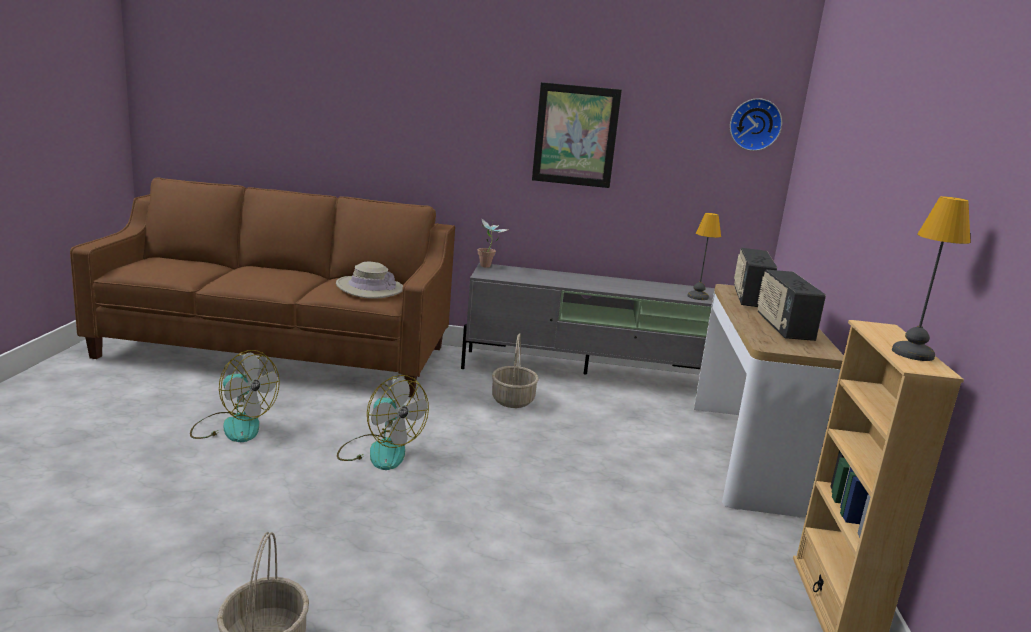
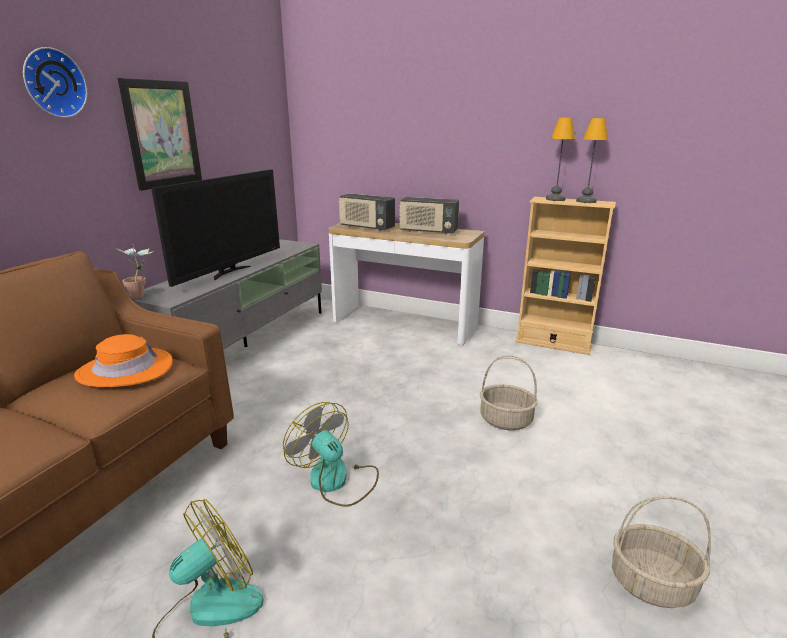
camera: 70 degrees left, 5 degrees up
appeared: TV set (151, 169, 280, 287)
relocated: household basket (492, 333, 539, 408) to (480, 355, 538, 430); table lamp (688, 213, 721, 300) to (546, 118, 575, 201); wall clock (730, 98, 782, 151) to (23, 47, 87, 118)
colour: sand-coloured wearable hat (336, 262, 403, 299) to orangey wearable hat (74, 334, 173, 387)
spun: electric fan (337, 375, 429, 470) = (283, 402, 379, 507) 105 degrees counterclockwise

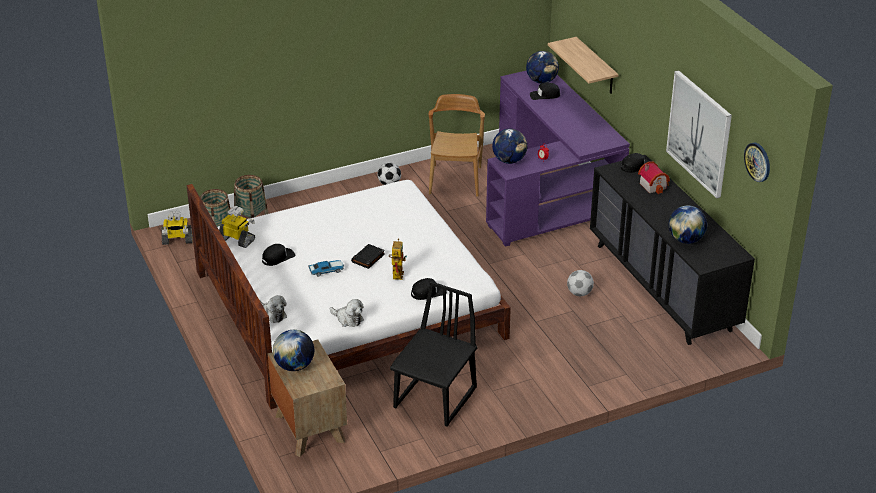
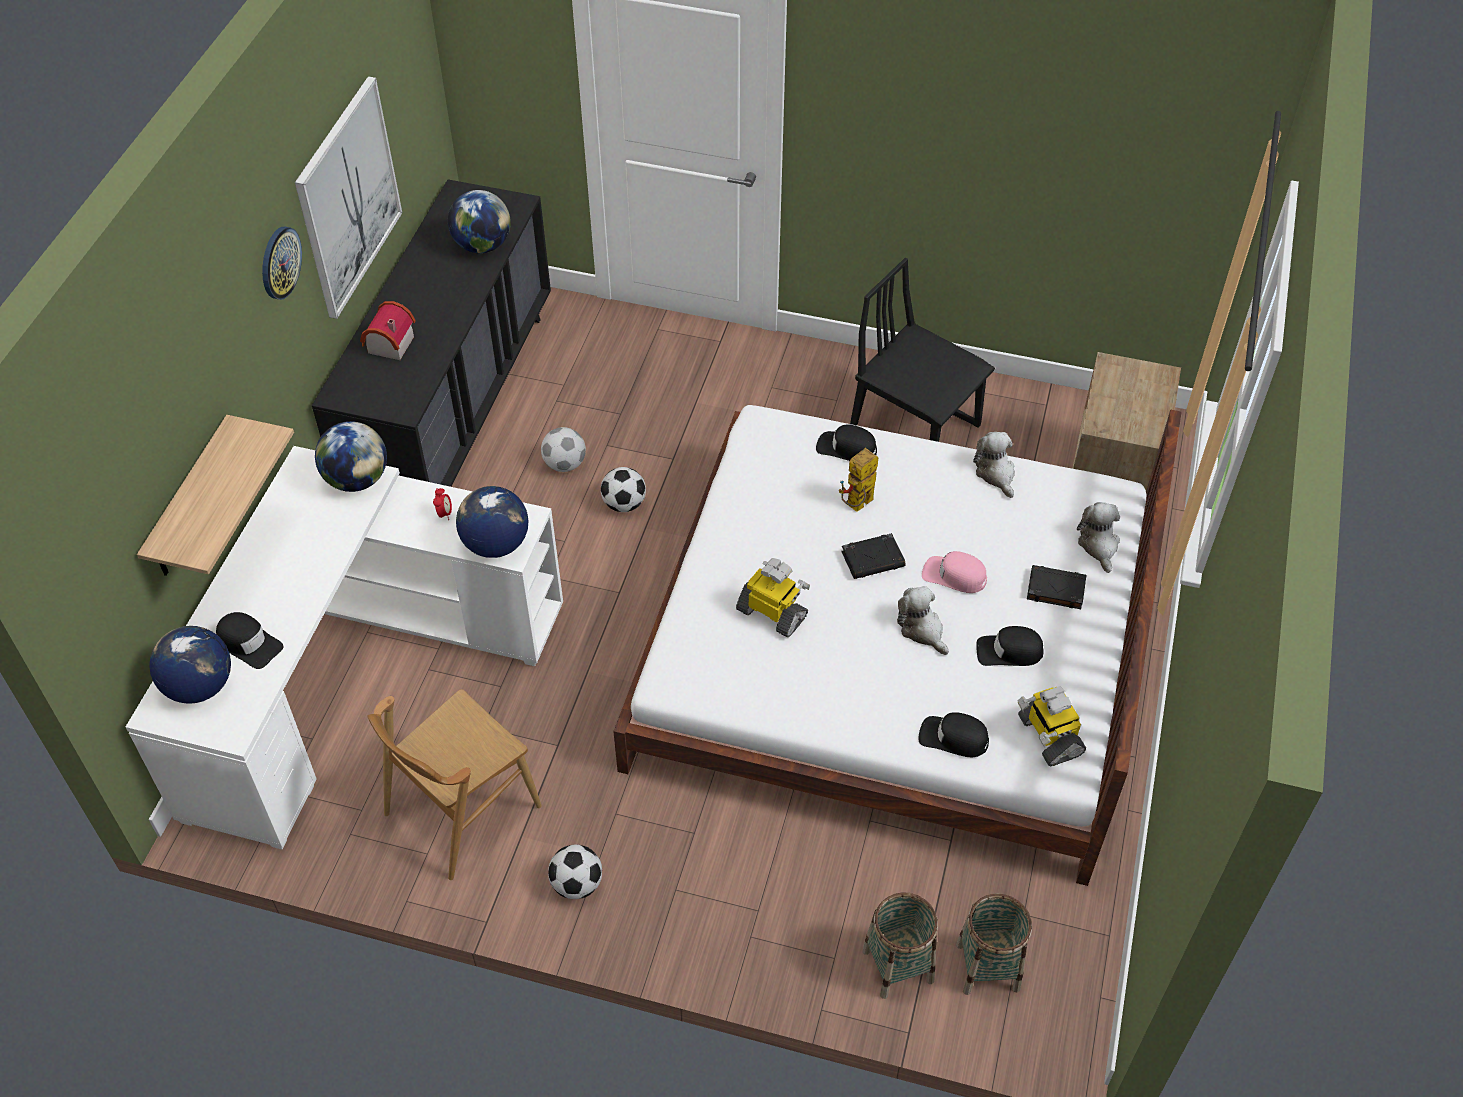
camera: 140 degrees left, 15 degrees up
appeared: football ball (601, 467, 646, 512); cuddly toy (897, 586, 949, 655); black-coloured volume (1027, 565, 1086, 609)
relocated: robot figure (161, 211, 193, 245) to (736, 558, 810, 637); world globe (273, 330, 314, 371) to (315, 421, 387, 492); black-coloured baseball cap (621, 153, 649, 173) to (918, 712, 989, 757); wall clock (744, 142, 770, 182) to (262, 227, 302, 300)
exchanged: toy car (308, 260, 344, 277) to pink-coloured baseball cap (922, 551, 987, 593)
colour: purple-coloured desk table (486, 70, 630, 247) to white-coloured desk table (126, 446, 563, 849)
spun: black-coloured chair (390, 282, 477, 427) = (850, 258, 995, 442) 60 degrees clockwise

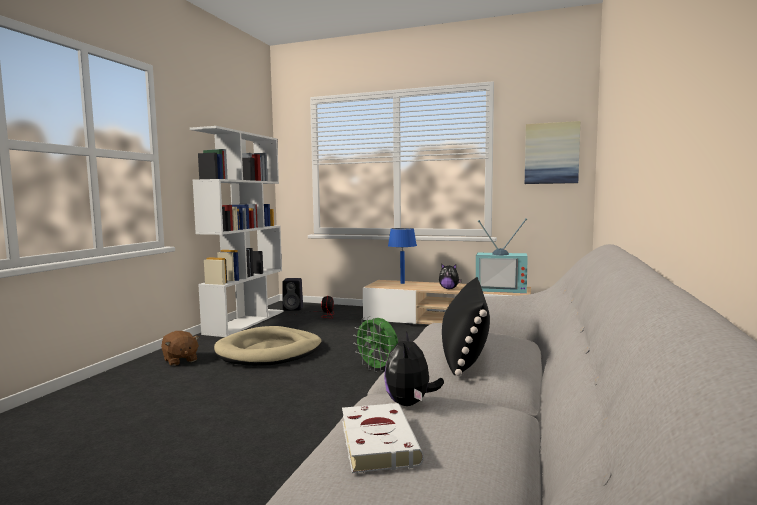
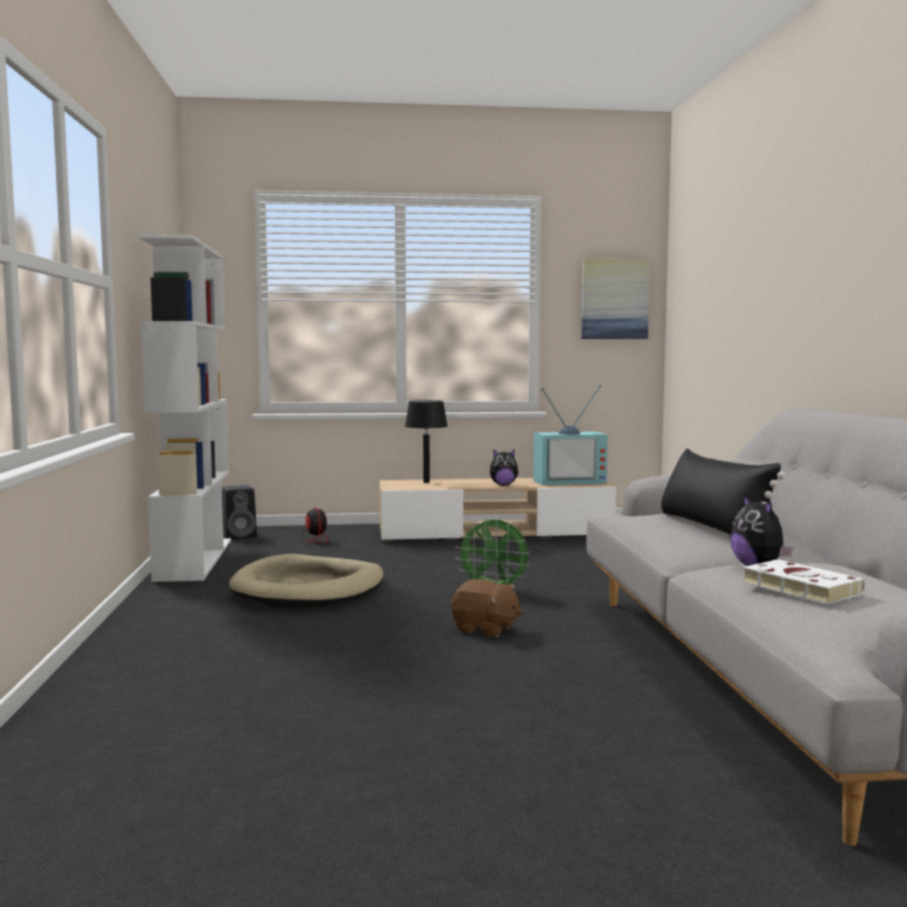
camera: 25 degrees left, 0 degrees up
relocated: brown cuddly toy (161, 331, 200, 366) to (451, 579, 522, 637)
colour: blue-coloured table lamp (388, 228, 417, 284) to black-coloured table lamp (405, 400, 448, 483)

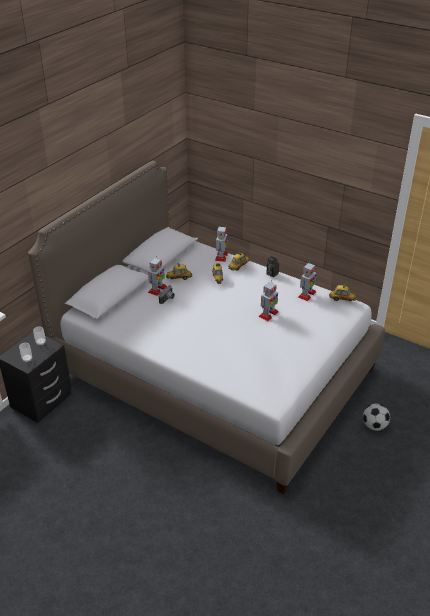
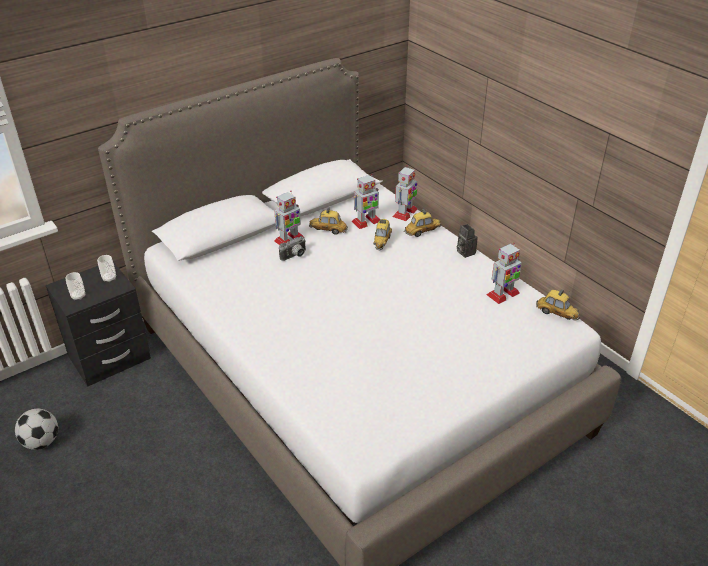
camera: 20 degrees right, 0 degrees up
relocated: robot figure (259, 281, 278, 321) to (351, 174, 380, 229); football ball (363, 403, 390, 431) to (15, 408, 58, 450)

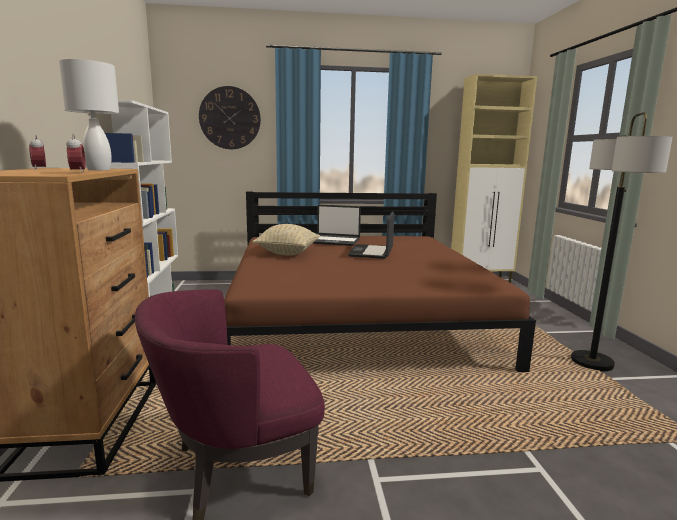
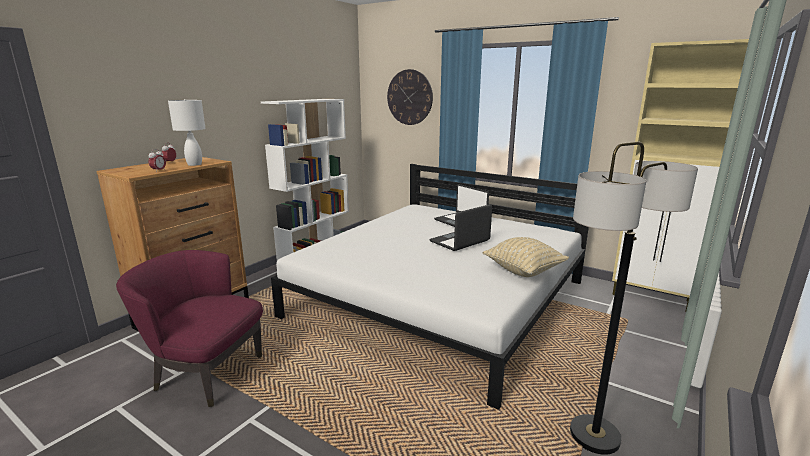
camera: 40 degrees right, 5 degrees up
relocated: sand-coloured cushion (252, 224, 320, 255) to (483, 237, 569, 277)
colour: brown sleeping bed (224, 192, 536, 372) to white-coloured sleeping bed (271, 164, 589, 410)

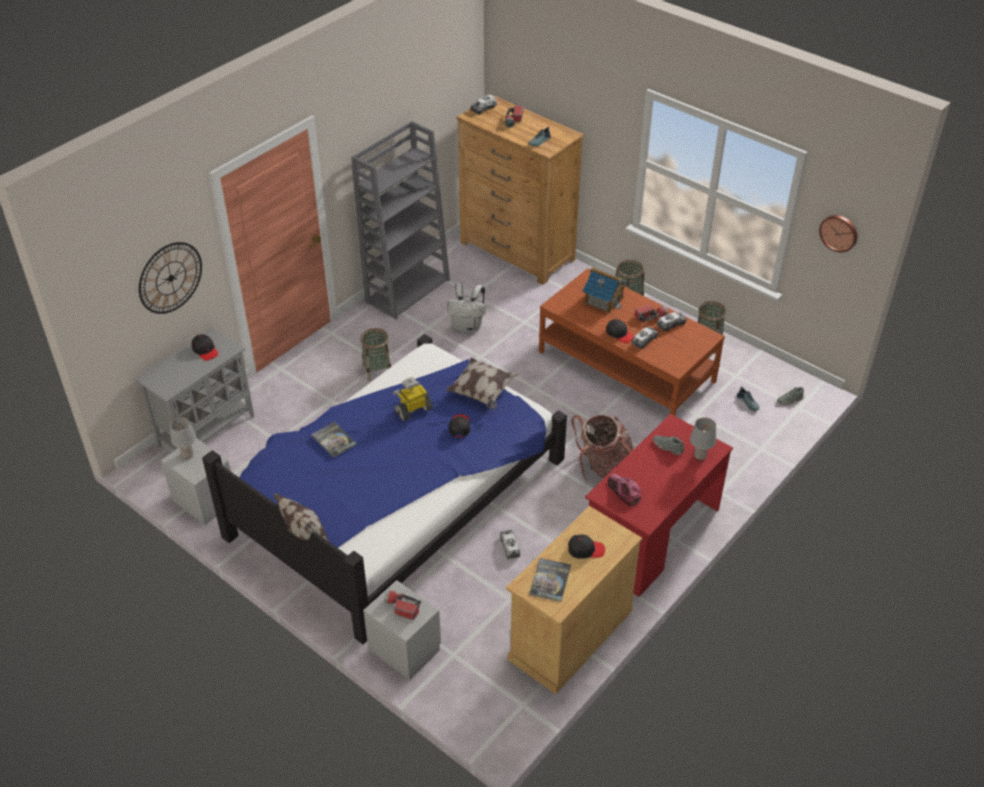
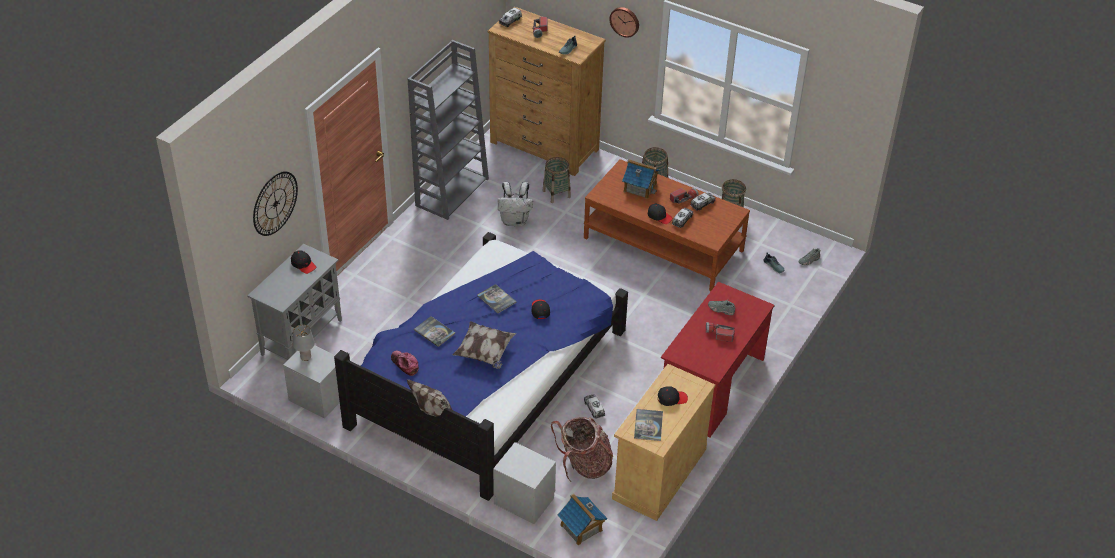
camera: 10 degrees left, 0 degrees up
missing: greyish table lamp (690, 417, 716, 460)
appeared: miniature house (557, 494, 607, 545)
relocated: household basket (360, 328, 391, 381) to (543, 157, 571, 203); hand torch (385, 590, 421, 620) to (706, 322, 735, 342); cushion (446, 358, 518, 409) to (453, 321, 516, 369); knapsack (572, 415, 633, 481) to (551, 417, 613, 482); baseball cap (608, 474, 641, 507) to (391, 350, 419, 376); wall clock (819, 215, 858, 252) to (609, 7, 639, 38)
exchanged: robot figure (393, 377, 433, 421) to volume (477, 284, 517, 313)

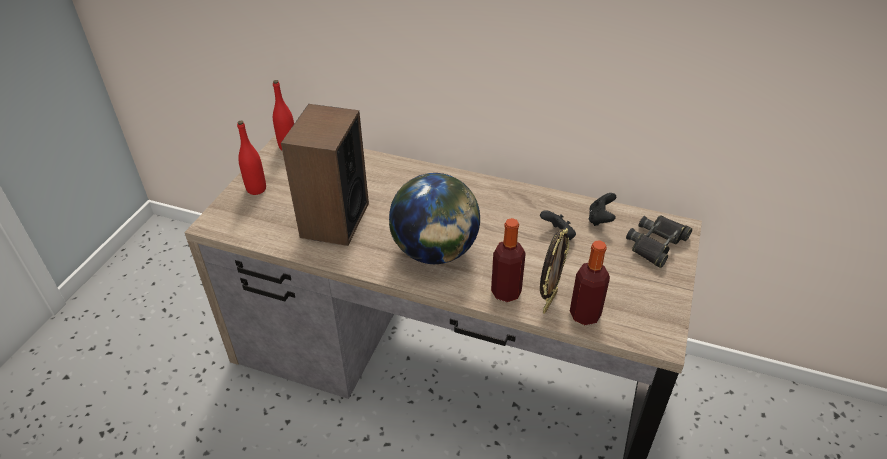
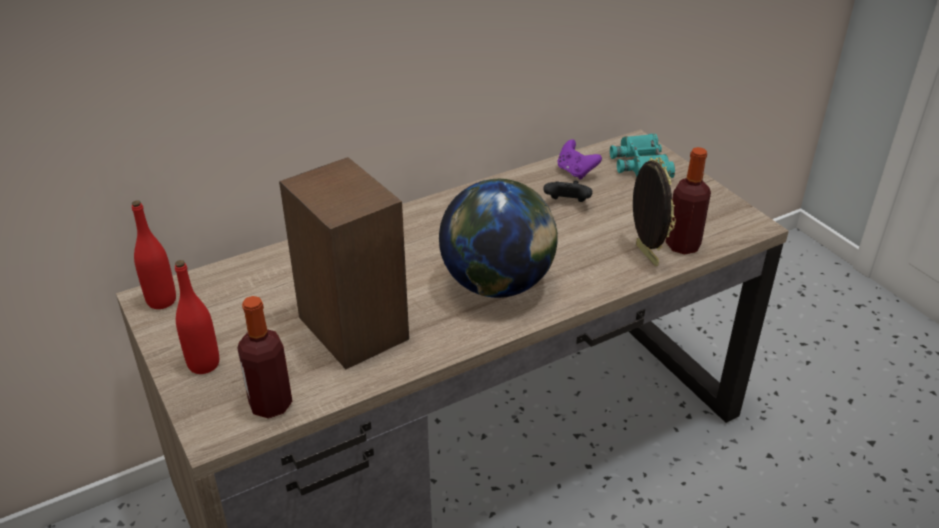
camera: 50 degrees left, 5 degrees down
relocated: drink bottle (491, 218, 526, 302) to (237, 296, 292, 419)
colour: black-coloured gamepad (589, 193, 616, 226) to purple-coloured gamepad (557, 139, 602, 180); black-coloured field glasses (626, 215, 692, 268) to turquoise field glasses (610, 134, 675, 178)

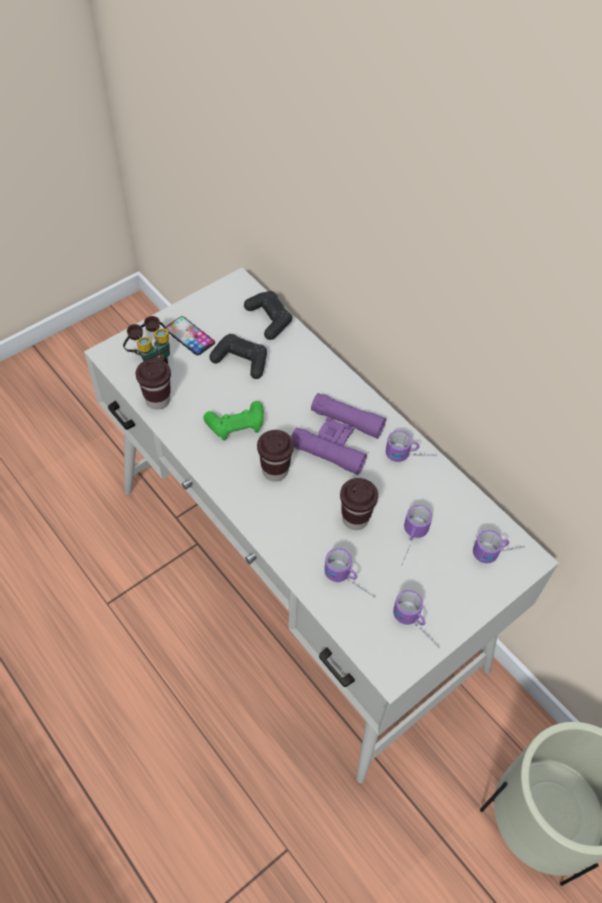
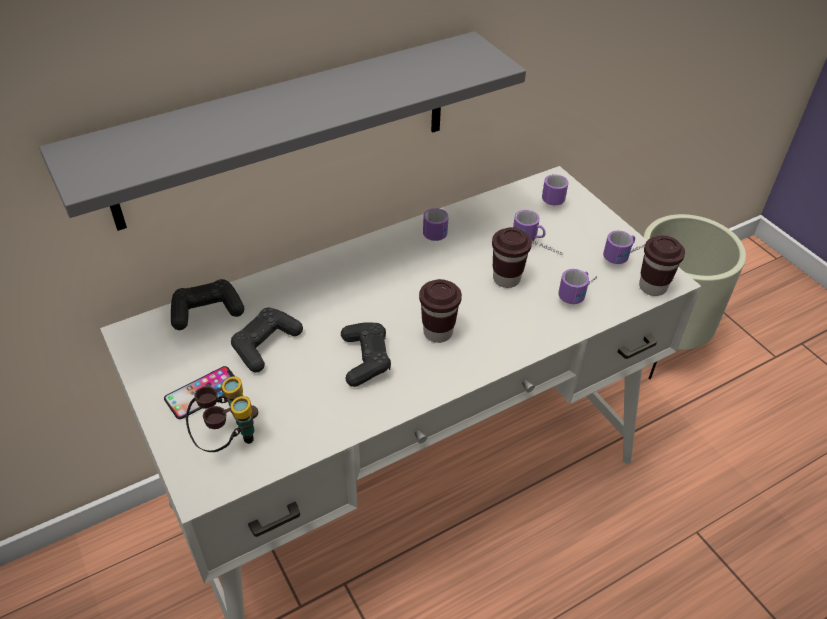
camera: 80 degrees left, 10 degrees down
missing: purple-coloured field glasses (291, 393, 386, 475)
appeared: greyish wall shelf (39, 31, 526, 231)
relocated: brown small cup (136, 359, 171, 410) to (639, 235, 685, 296)
colour: green-coloured gamepad (203, 401, 264, 441) to black-coloured gamepad (341, 322, 391, 387)

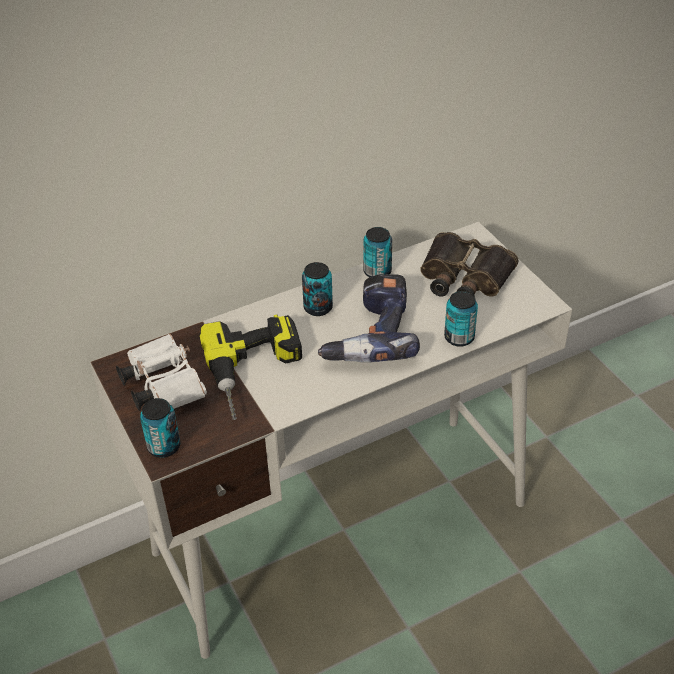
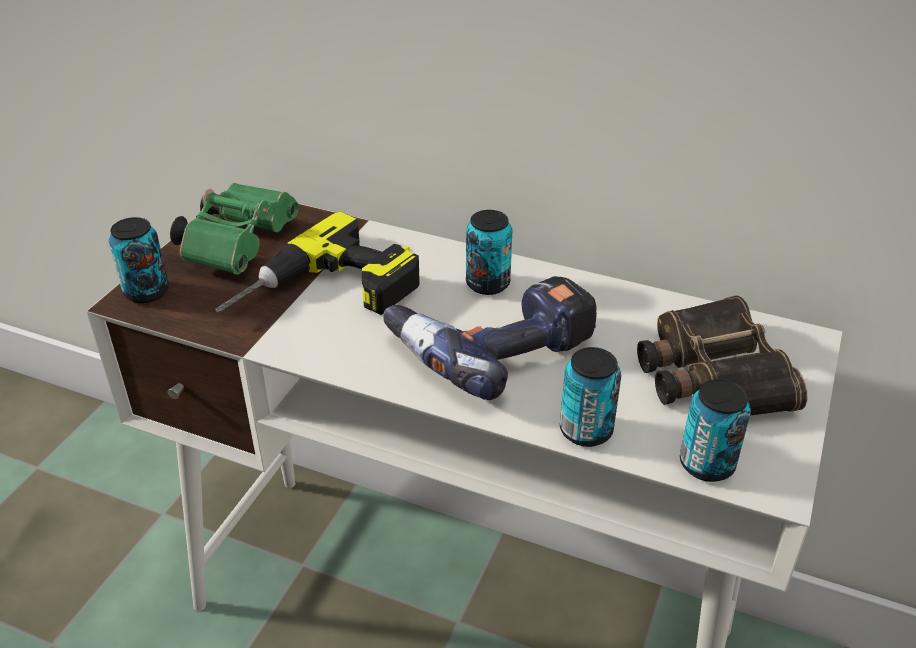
camera: 50 degrees right, 5 degrees down
relocated: can (363, 227, 392, 277) to (680, 379, 751, 482)
colour: white-coloured field glasses (116, 334, 207, 411) to green-coloured field glasses (170, 183, 299, 275)

